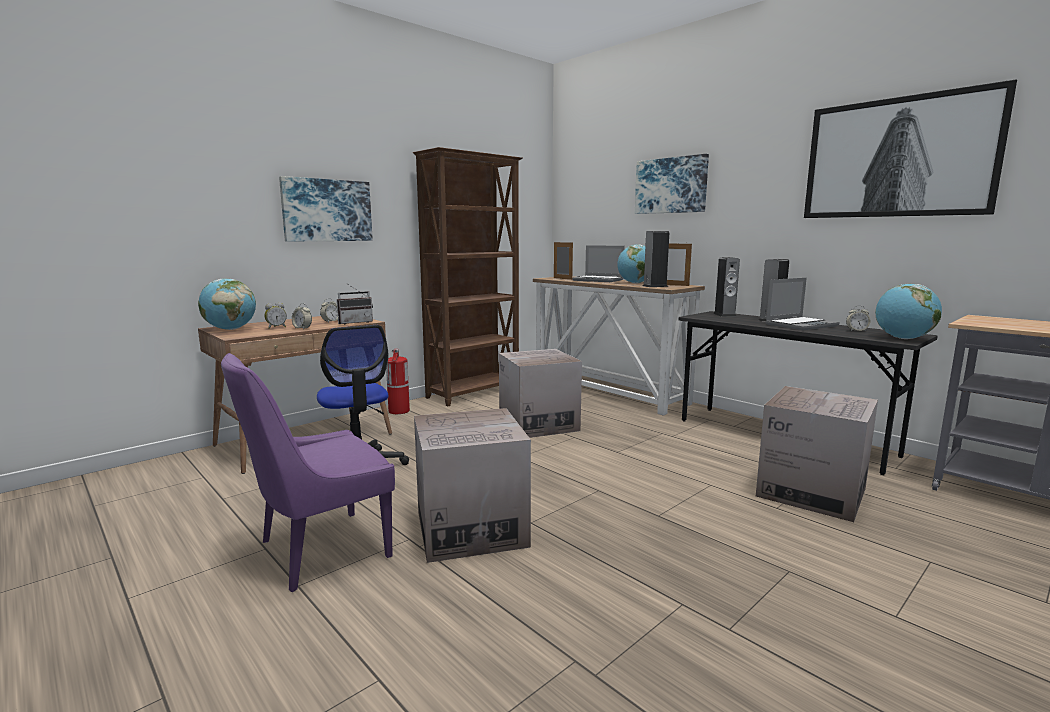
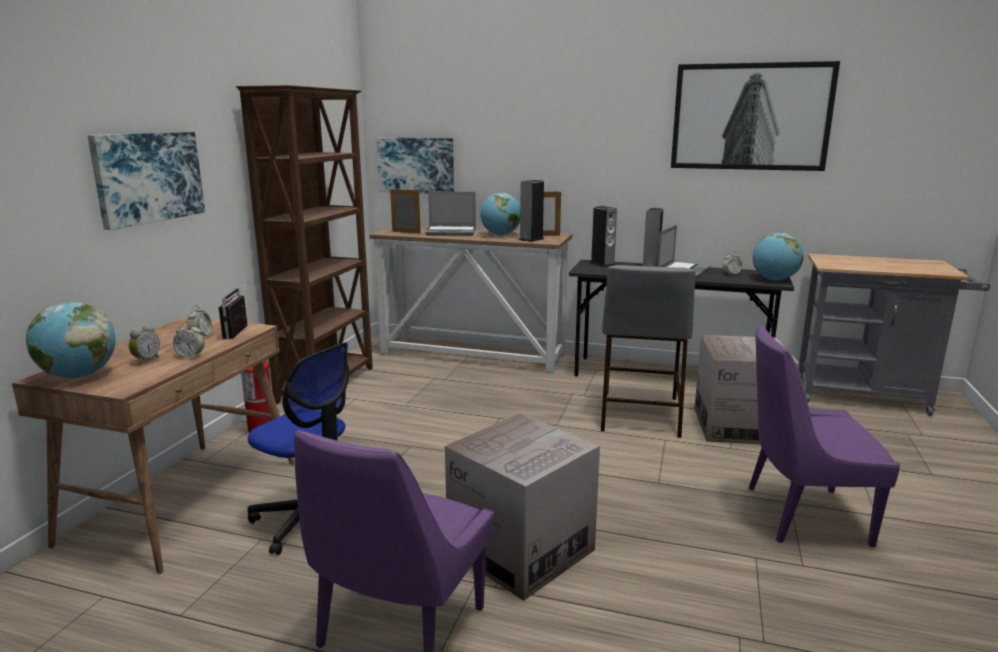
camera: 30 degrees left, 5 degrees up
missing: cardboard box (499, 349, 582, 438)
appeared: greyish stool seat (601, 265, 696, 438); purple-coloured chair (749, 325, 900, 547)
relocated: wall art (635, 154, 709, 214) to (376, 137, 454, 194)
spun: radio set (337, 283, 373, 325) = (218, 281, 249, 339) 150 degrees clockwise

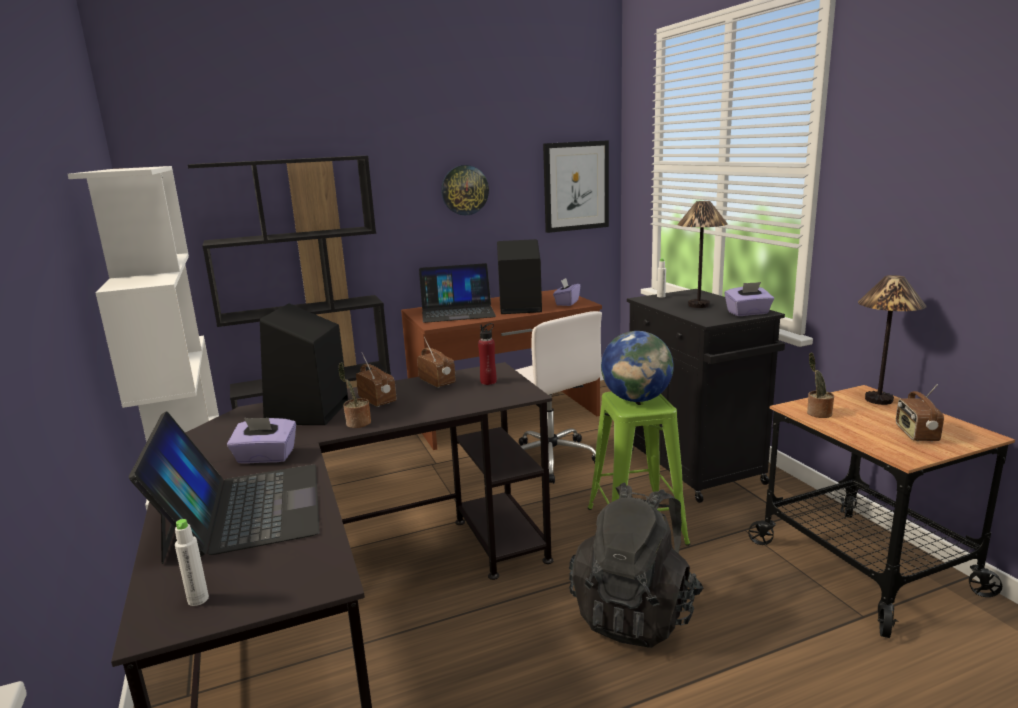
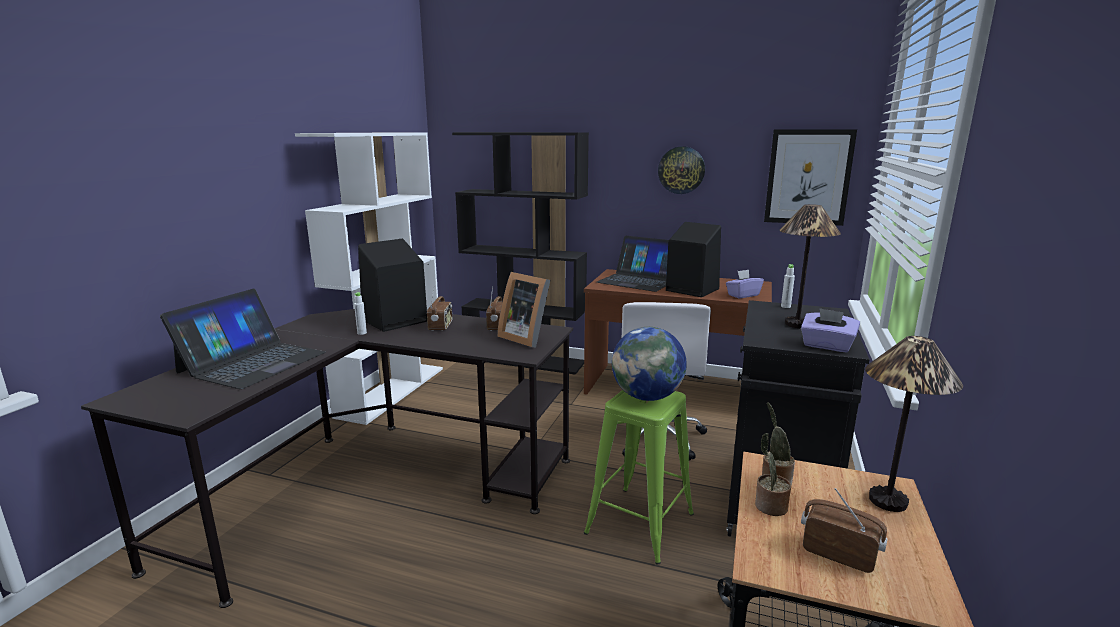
camera: 40 degrees right, 0 degrees up
missing: purple-coloured box of tissues (227, 418, 296, 464); black-coloured knapsack (569, 482, 703, 648)
relocated: white-coloured drink bottle (175, 519, 209, 606) to (354, 292, 367, 335); plant in a pot (338, 362, 371, 428) to (755, 433, 791, 516)
exchanged: reddish drink bottle (478, 323, 497, 385) to standing frame (497, 272, 550, 347)
spun: radio set (896, 384, 944, 441) = (801, 488, 888, 573) 75 degrees clockwise

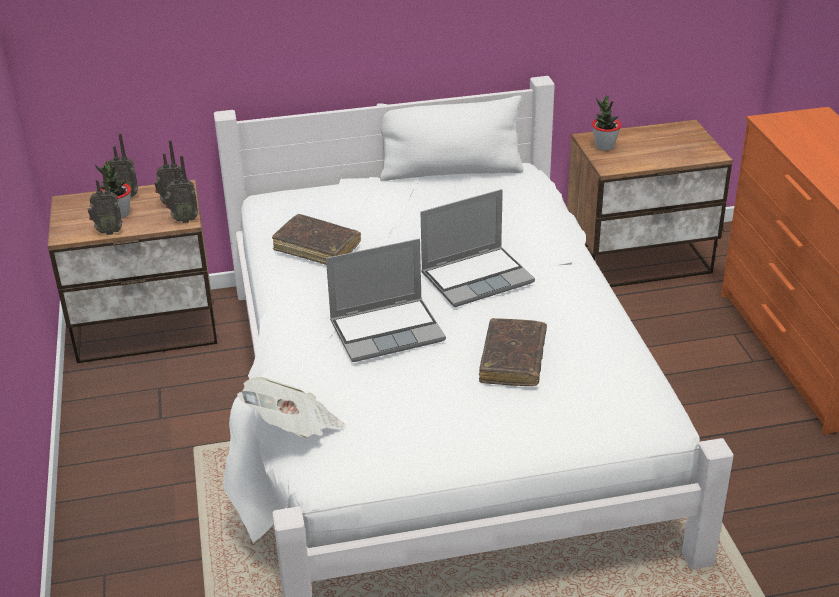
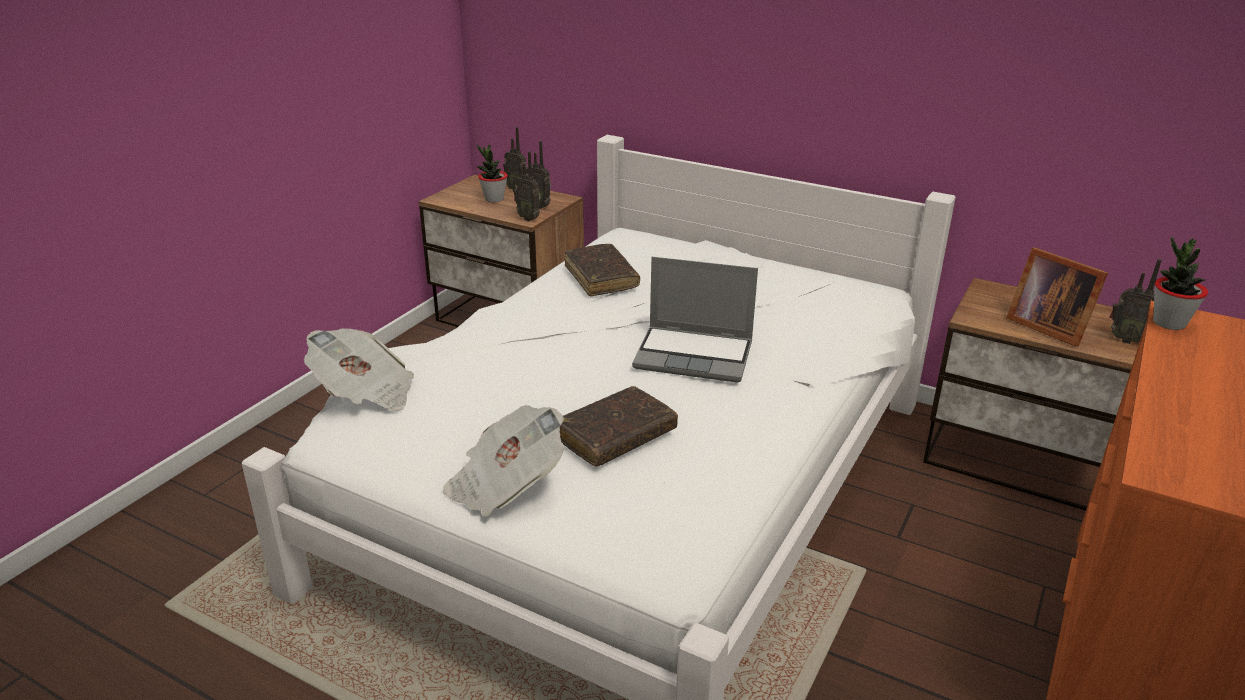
camera: 40 degrees right, 5 degrees down
missing: notebook computer (326, 239, 446, 362); white-coloured cushion (376, 96, 524, 181)
appeared: daily paper (443, 405, 564, 517); standing frame (1006, 248, 1108, 347)
relocated: radio set (87, 166, 123, 235) to (1109, 259, 1162, 344); plant in a pot (592, 95, 621, 151) to (1153, 237, 1208, 330)

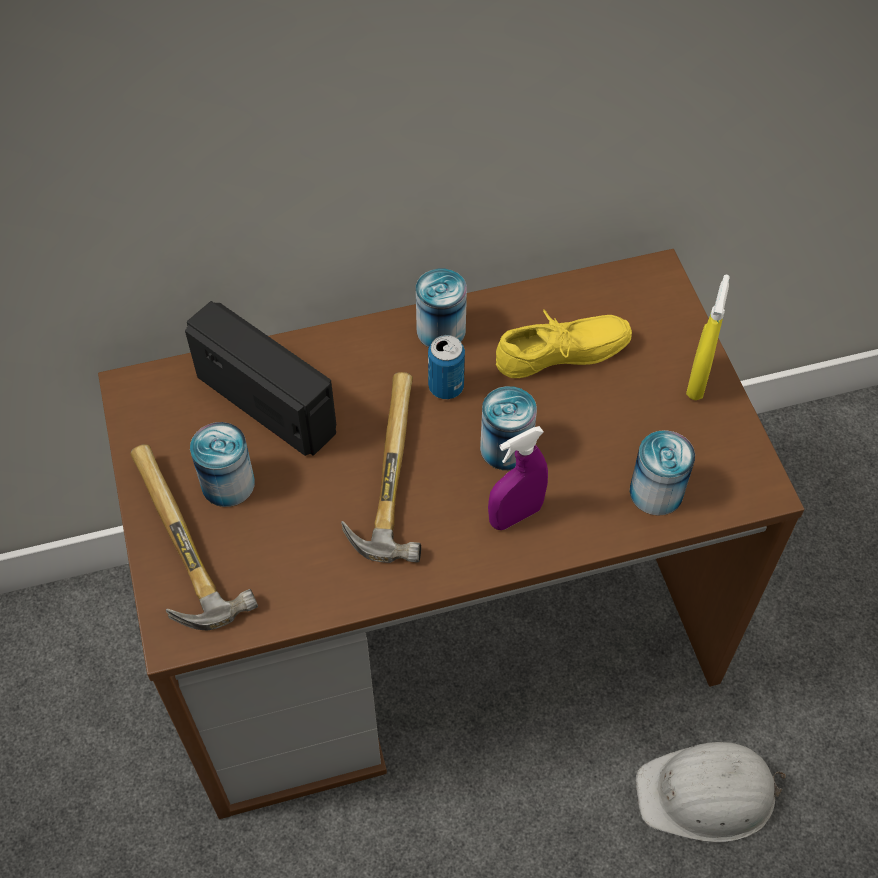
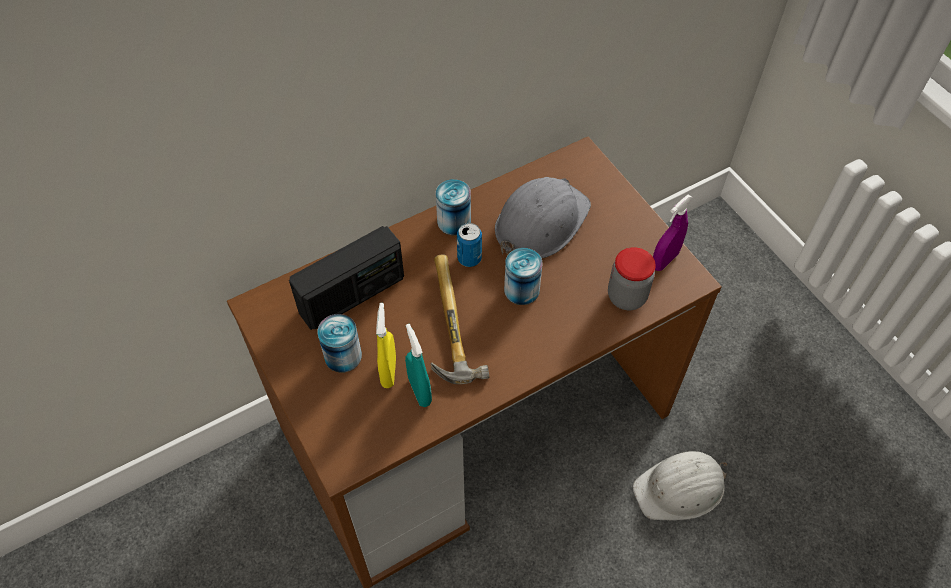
camera: 15 degrees left, 0 degrees up
missing: tool hammer (130, 444, 258, 630)
appeared: turquoise spray bottle (405, 324, 432, 407)
relocated: purple-coloured spray bottle (488, 426, 548, 530) to (653, 195, 692, 271); yellow-coloured spray bottle (686, 275, 730, 400) to (376, 303, 396, 388)
exchanged: yellow-coloured item of footwear (496, 310, 632, 378) to greyish work helmet (495, 177, 591, 258); can (630, 430, 695, 516) to storage jar (608, 247, 656, 310)
spun: radio set (185, 301, 336, 456) = (289, 226, 404, 330) 120 degrees clockwise

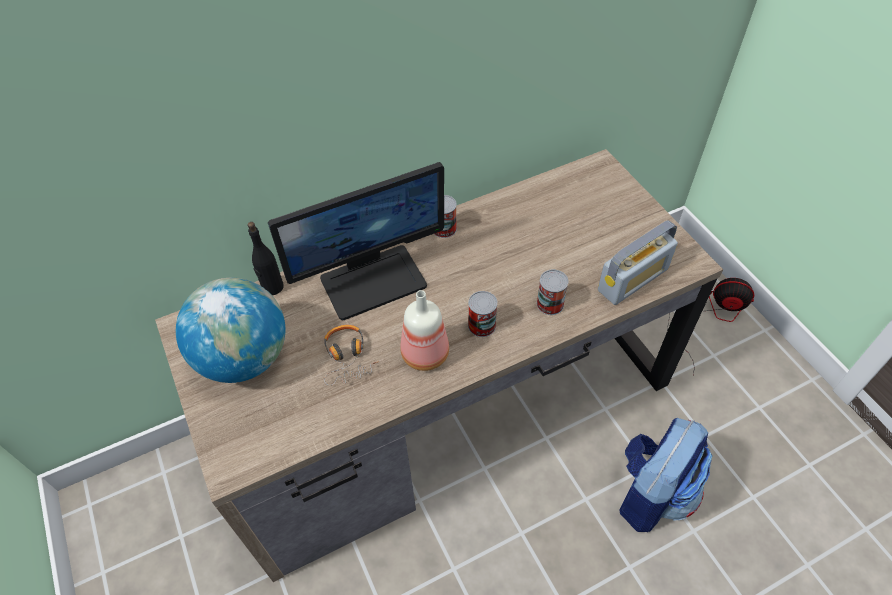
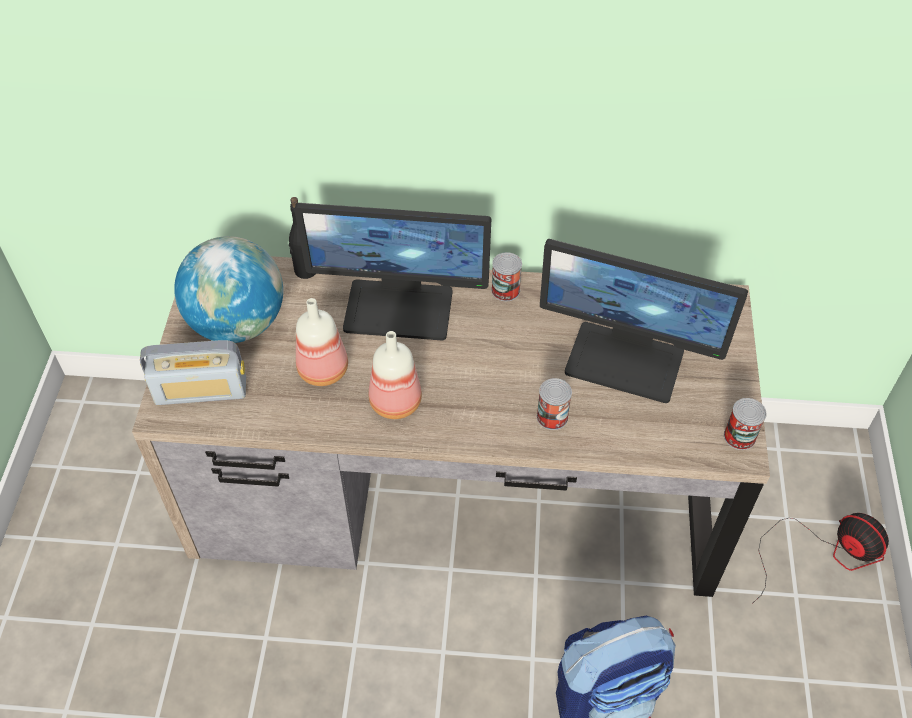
camera: 30 degrees right, 0 degrees up
appeared: computer screen (540, 239, 748, 403)
relocated: can (468, 291, 498, 337) to (724, 398, 766, 450); radio set (598, 220, 678, 305) to (140, 340, 246, 405)
exchanged: pair of headphones (324, 325, 379, 386) to drink bottle (296, 298, 348, 386)

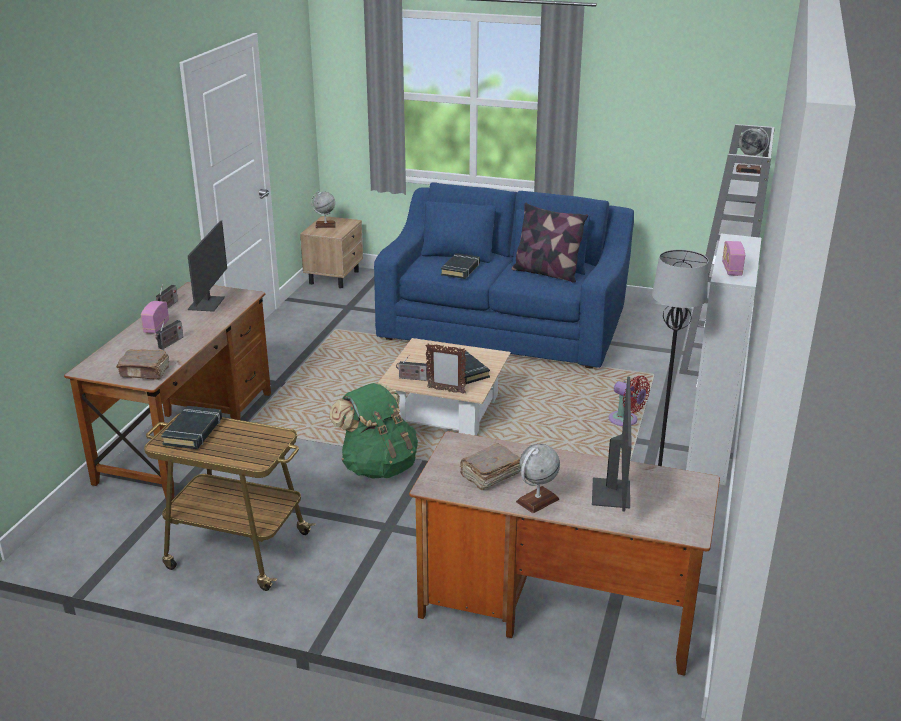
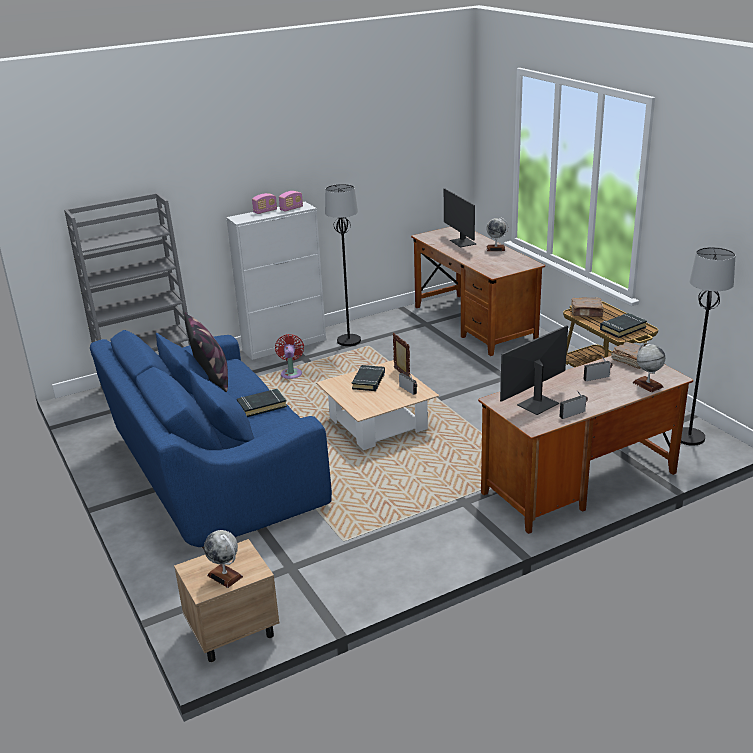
camera: 135 degrees left, 0 degrees up
missing: green-coloured knapsack (330, 383, 418, 478)
appeared: black-coloured standing lamp (681, 247, 736, 446)
relocated: radio set (141, 301, 169, 334) to (252, 193, 277, 214); brown volume (460, 443, 521, 490) to (571, 297, 604, 317); world globe (736, 128, 769, 174) to (633, 342, 665, 392)
spun: computer screen (592, 377, 632, 511) = (444, 188, 476, 247) 75 degrees counterclockwise

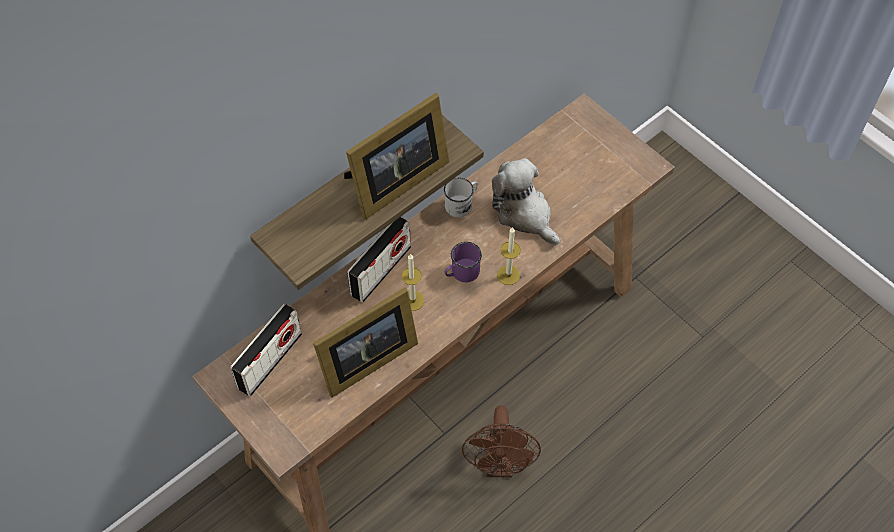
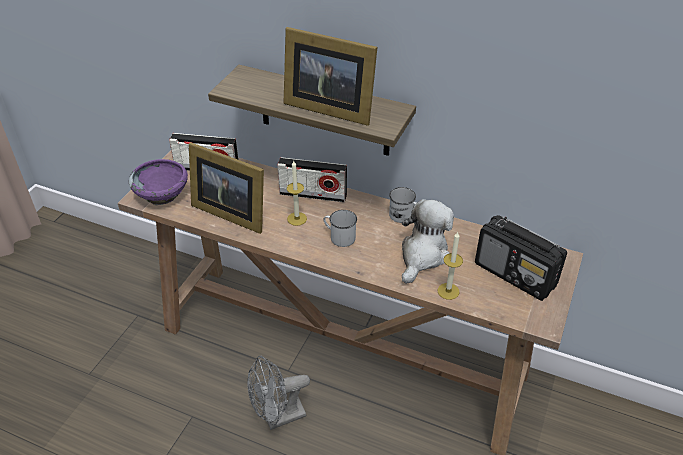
camera: 65 degrees right, 15 degrees down
appeared: purple-coloured serving bowl (129, 159, 188, 206); radio set (475, 215, 567, 301)
relocated: wax candle (497, 227, 521, 285) to (437, 232, 463, 300)
colour: purple-coloured mug (444, 242, 482, 282) to white-coloured mug (323, 210, 357, 247); brown electric fan (462, 406, 541, 478) to greyish electric fan (247, 356, 310, 430)

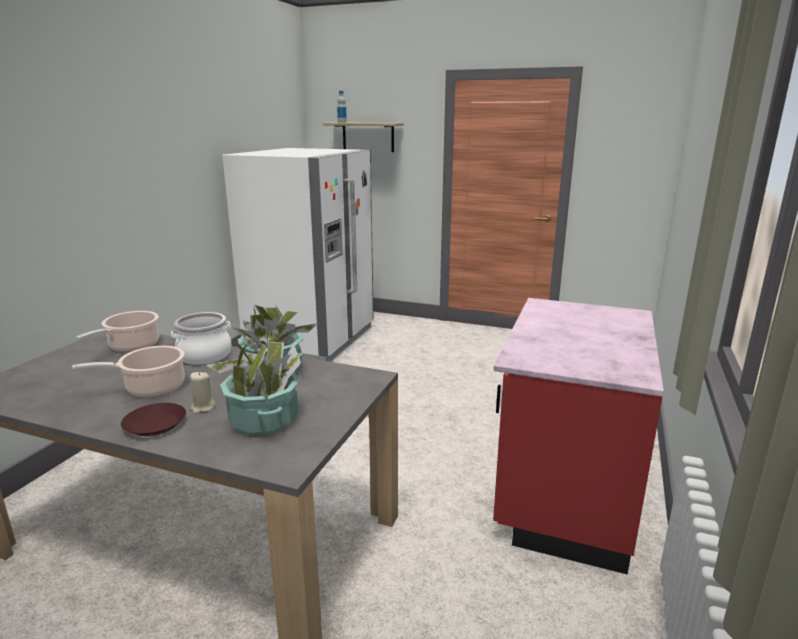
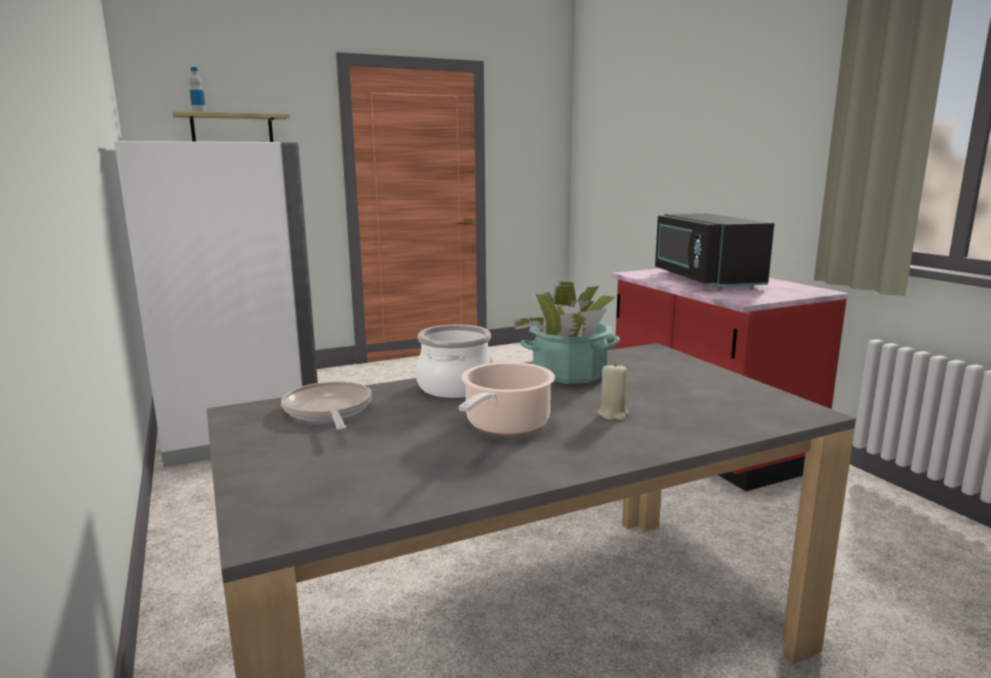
camera: 45 degrees left, 5 degrees down
missing: brown flat dish (121, 403, 186, 436); plant in a pot (206, 335, 301, 435)
appeared: black-coloured microwave oven (655, 213, 774, 289)
exchanged: cooking pot (76, 311, 159, 352) to frying pan (281, 381, 372, 430)

